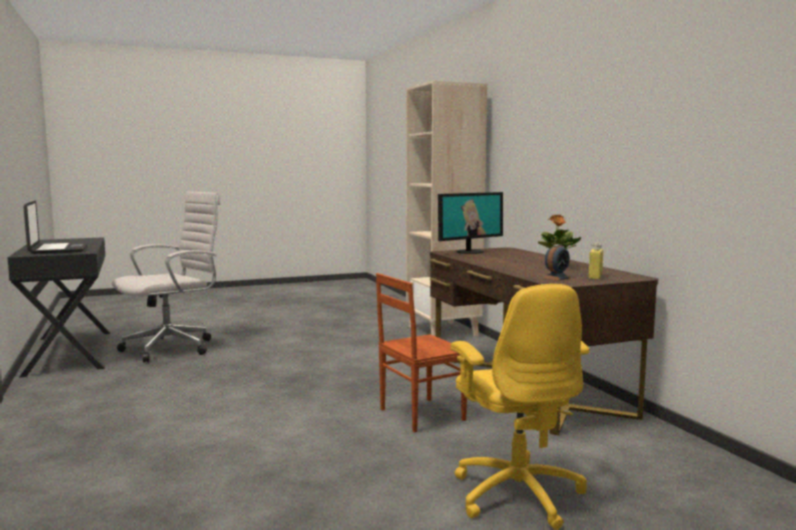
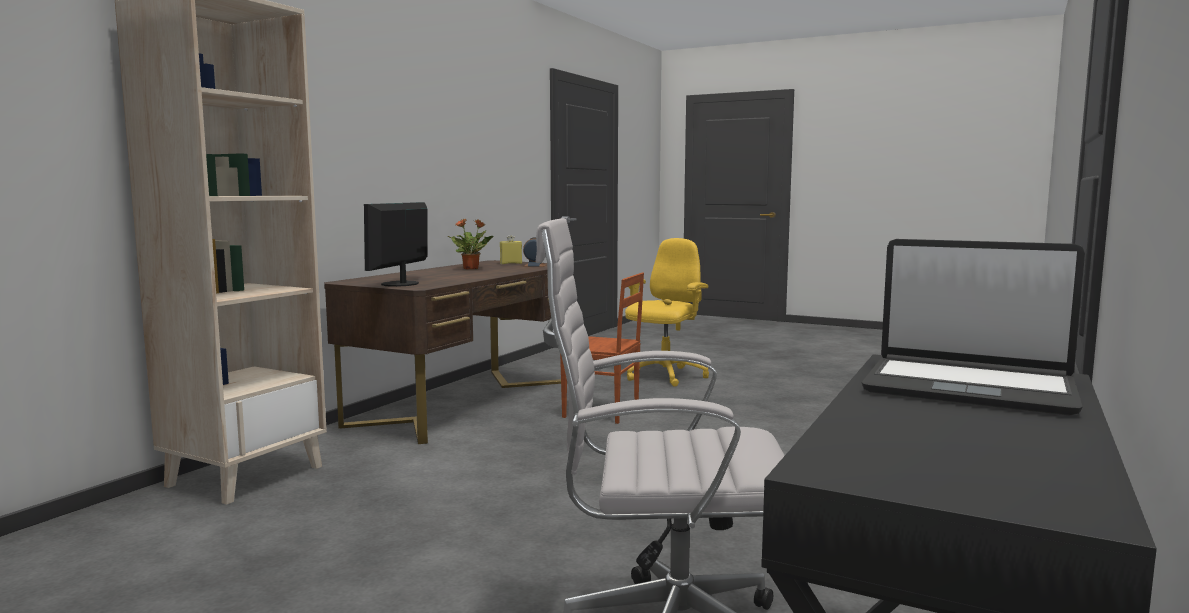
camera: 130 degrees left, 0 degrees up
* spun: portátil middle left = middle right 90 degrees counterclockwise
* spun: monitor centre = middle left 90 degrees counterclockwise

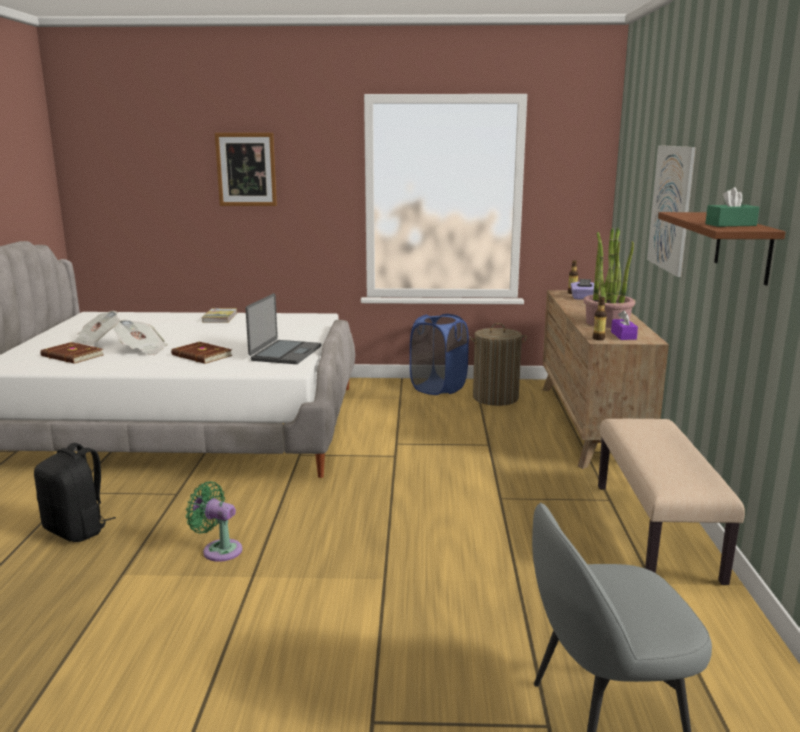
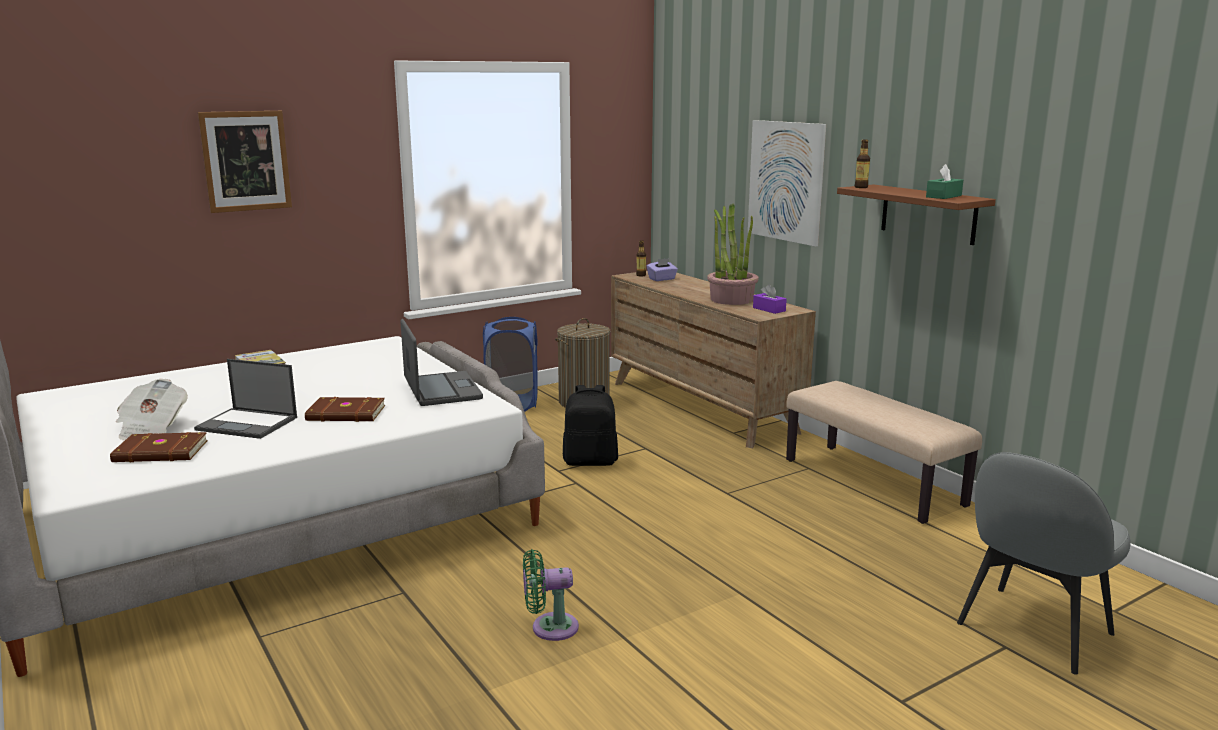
camera: 35 degrees left, 0 degrees up
* relocated: mochila (negro) bottom left to centre
* exchanged: periódico (no. 2 from left) middle left to portátil (no. 1 from left) middle left
* relocated: botella (no. 2 from left) middle right to top right

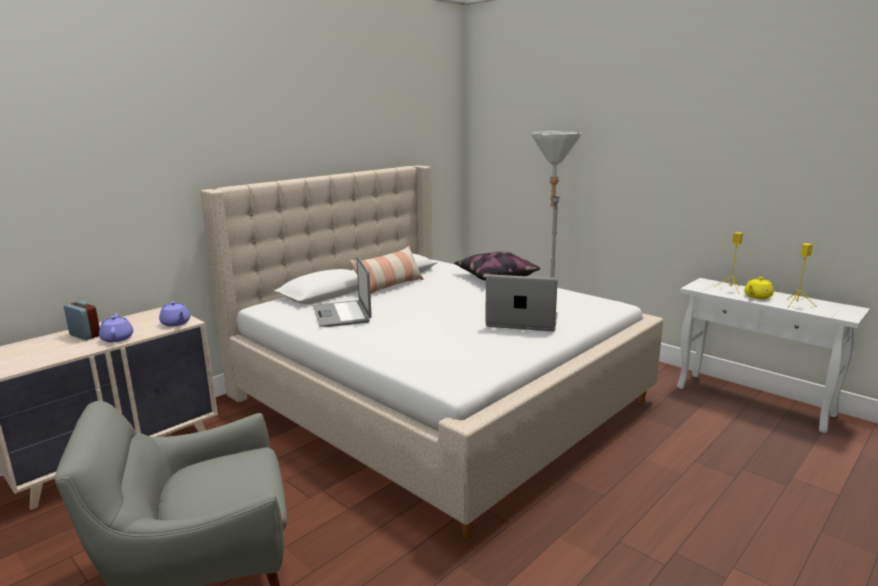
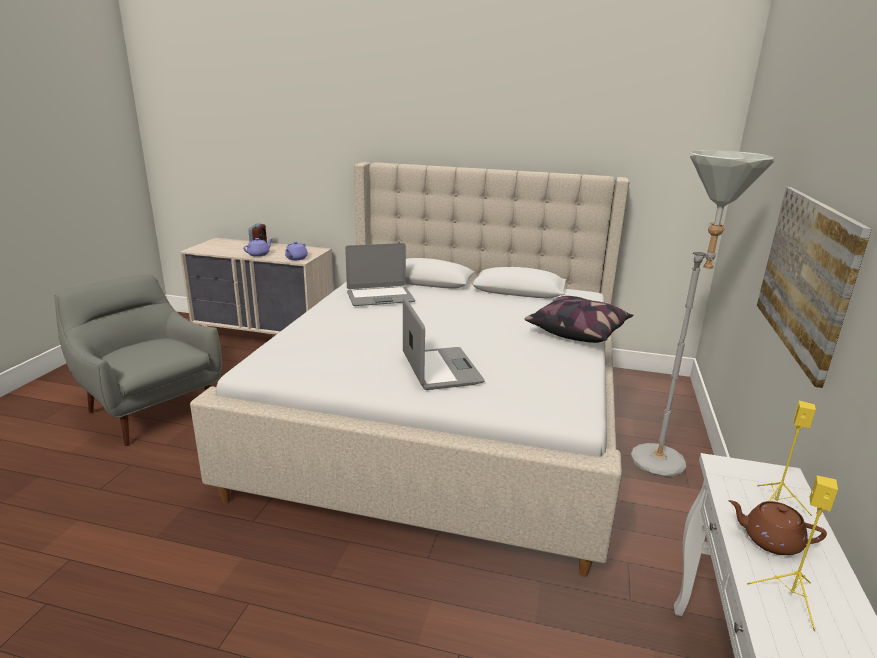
camera: 60 degrees right, 5 degrees up
* spun: portátil (no. 1 from left) centre = centre 150 degrees counterclockwise
* missing: cojín (no. 1 from left) centre
* colour: tetera (amarillo) middle right to tetera (marrón) bottom right
* appeared: cuadro middle right

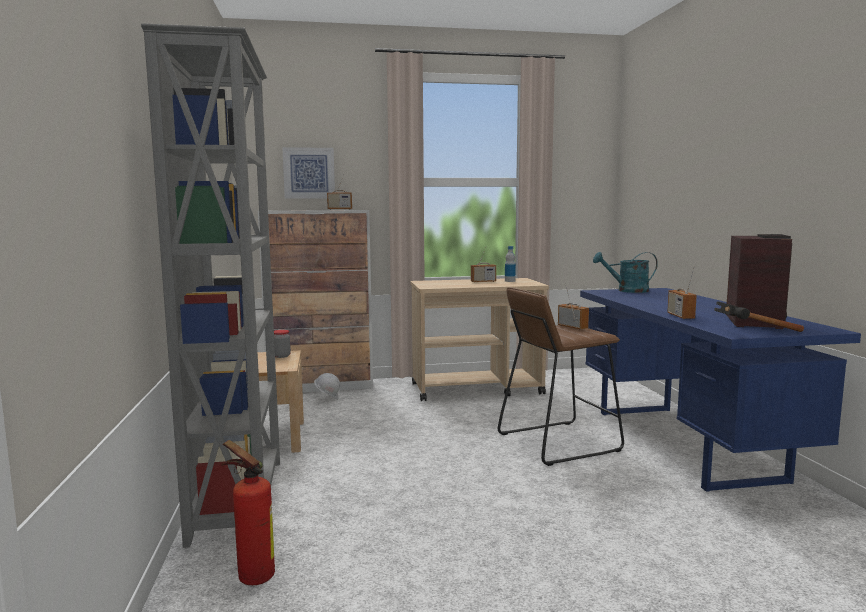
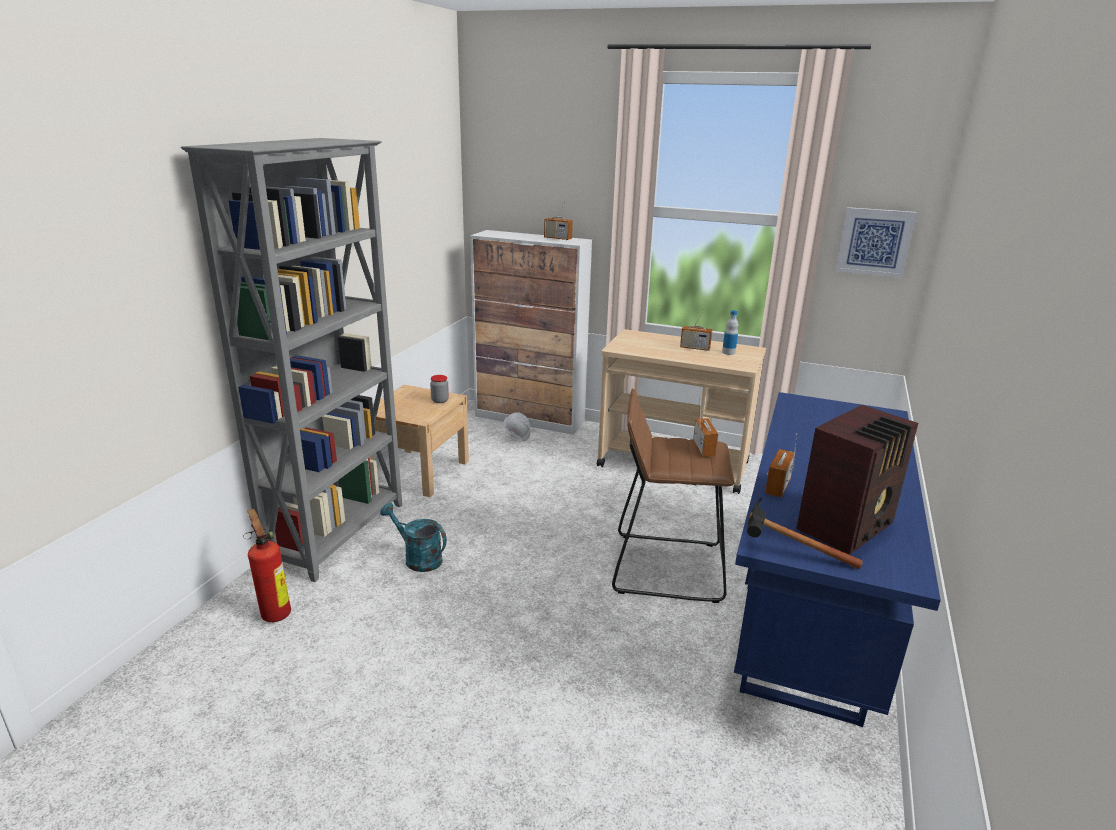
camera: 30 degrees right, 15 degrees up
* relocated: cuadro top centre to top right
* relocated: regadera (turquesa) middle right to centre

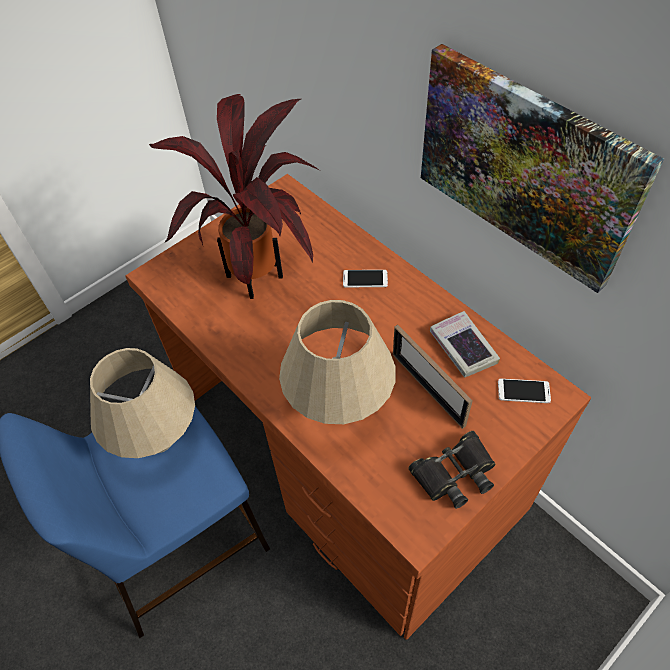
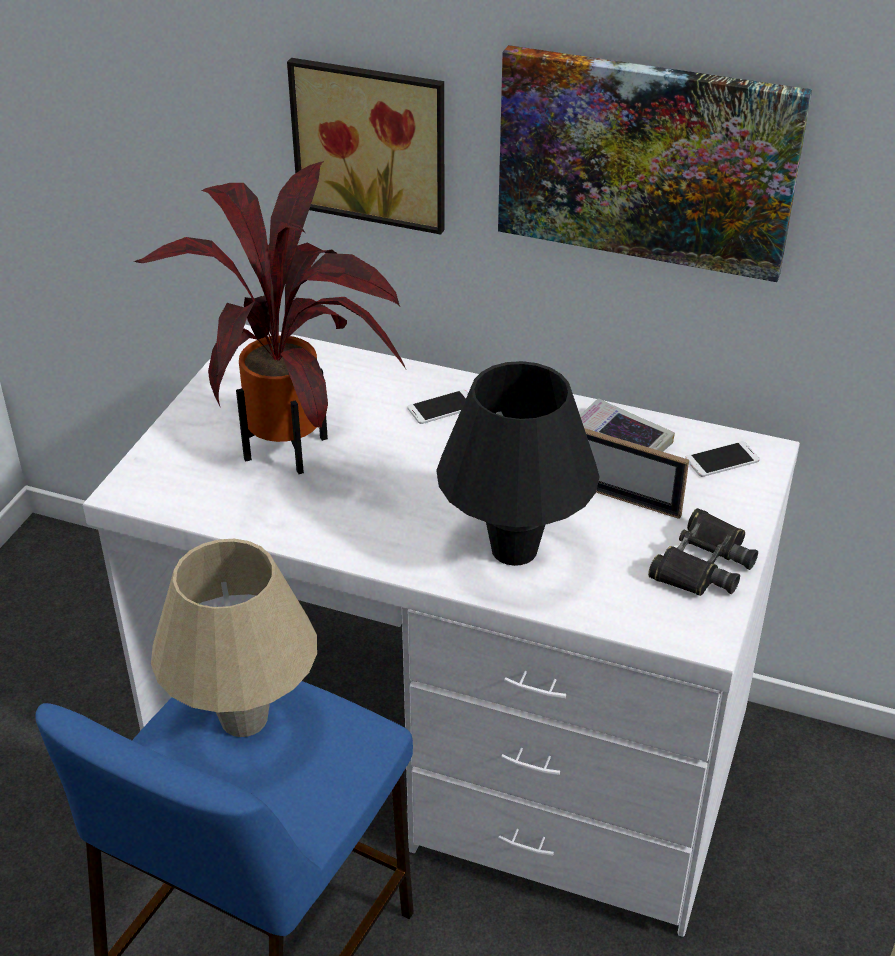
camera: 30 degrees left, 15 degrees down
* colour: escritorio (marrón) centre to escritorio (blanco) centre
* colour: lámpara de mesa (beis) (no. 2 from left) centre to lámpara de mesa (negro) centre
* appeared: cuadro (no. 1 from left) top centre

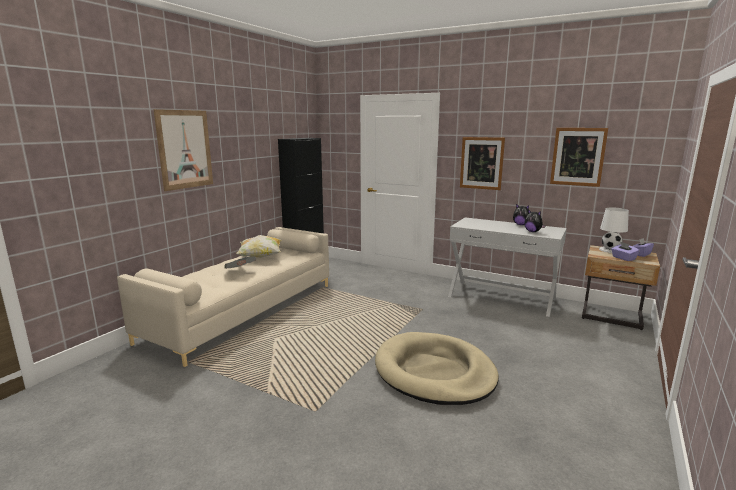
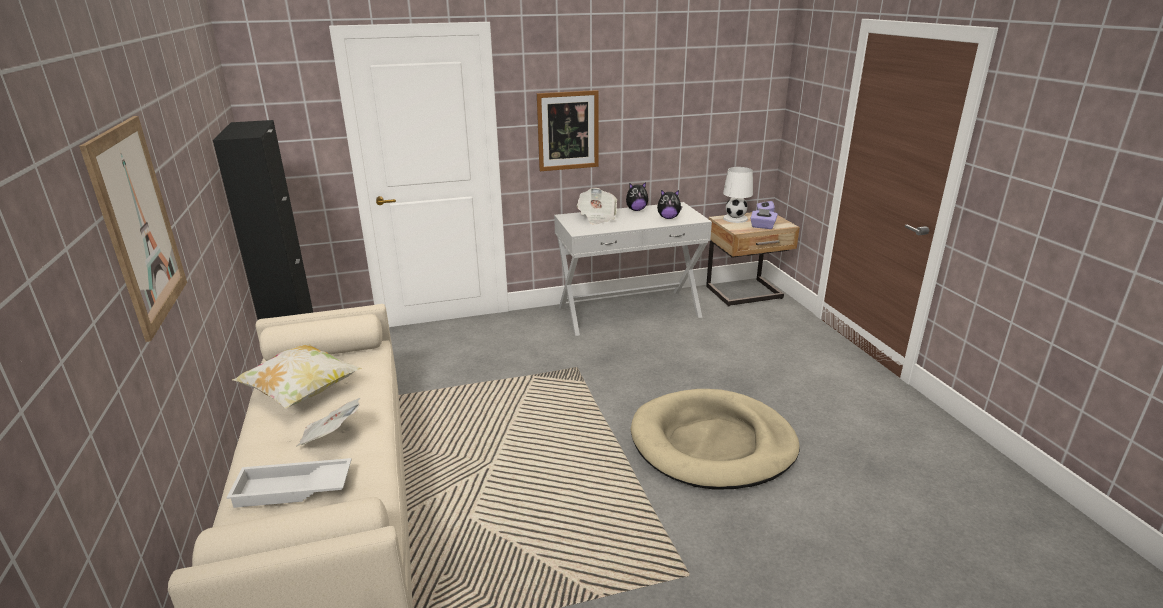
camera: 45 degrees left, 10 degrees up
* missing: cuadro (no. 3 from left) top right
* appeared: bandeja (blanco) bottom left
* appeared: periódico (no. 2 from left) centre

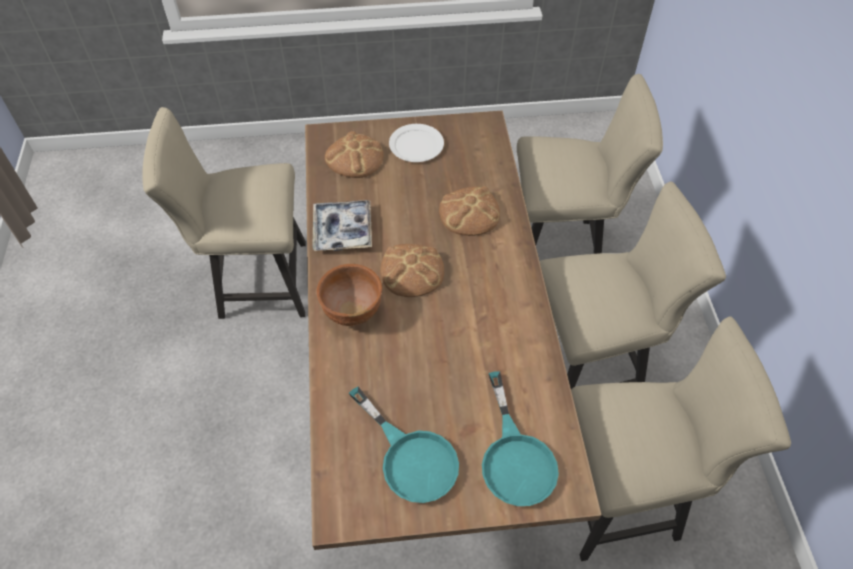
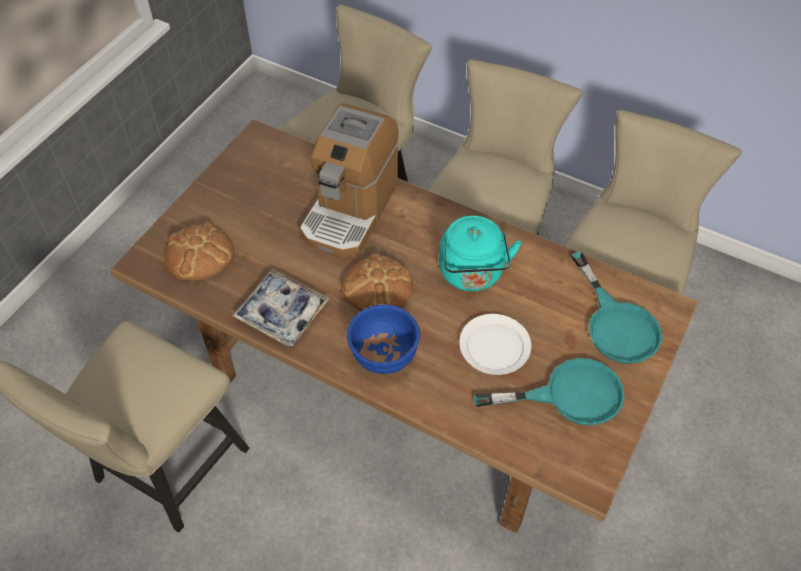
camera: 55 degrees left, 0 degrees up
* colour: cuenco (marrón) centre to cuenco (azul) centre
* relocated: plato (blanco) top centre to centre
* exchanged: pan (no. 3 from left) centre to cafetera top centre
* spun: sartén (turquesa) (no. 2 from left) bottom centre = middle right 45 degrees clockwise
* appeared: hervidor (turquesa) centre

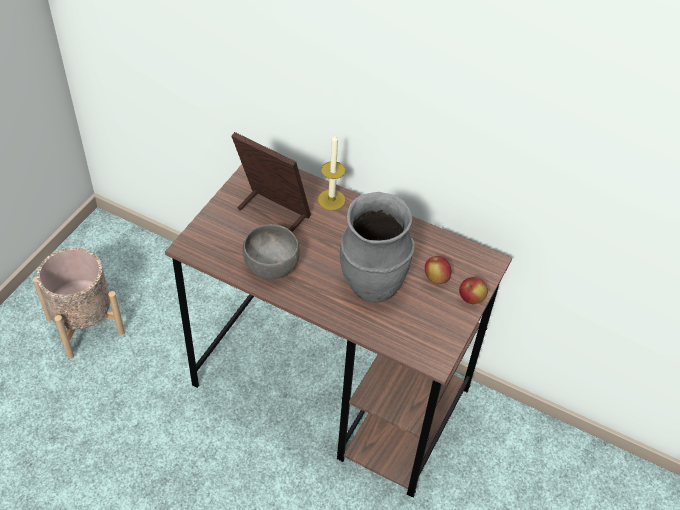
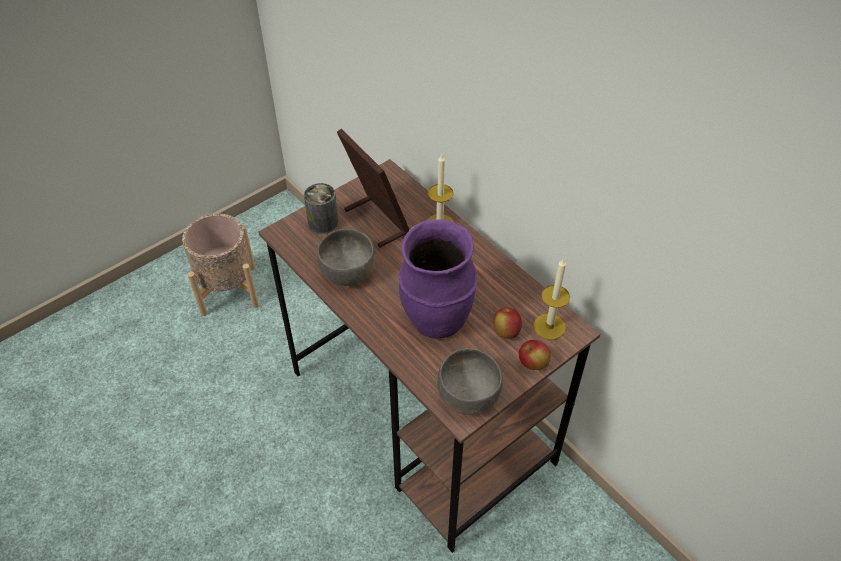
camera: 25 degrees right, 0 degrees up
* colour: florero (gris) centre to florero (morado) centre
* appeared: lata centre
* appeared: cuenco (gris) (no. 2 from left) bottom centre
* appeared: vela (no. 2 from left) centre

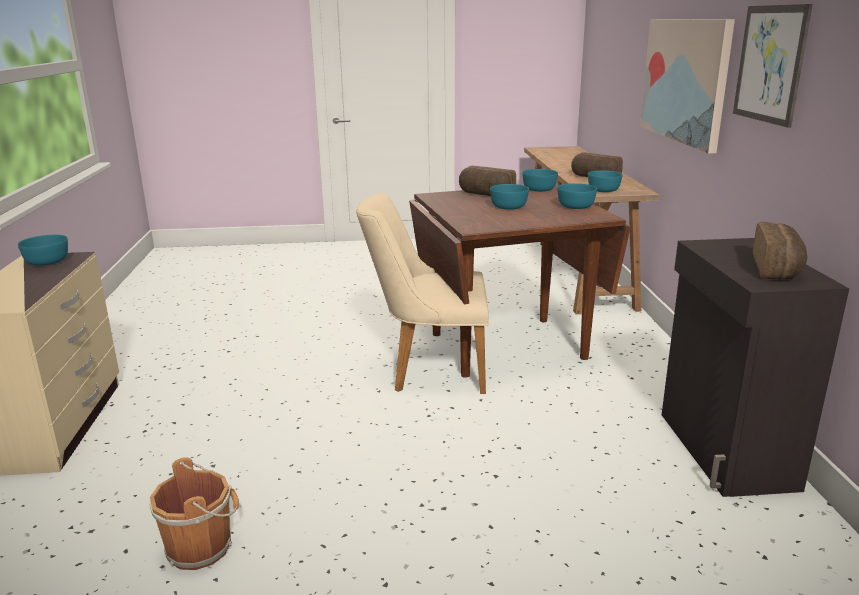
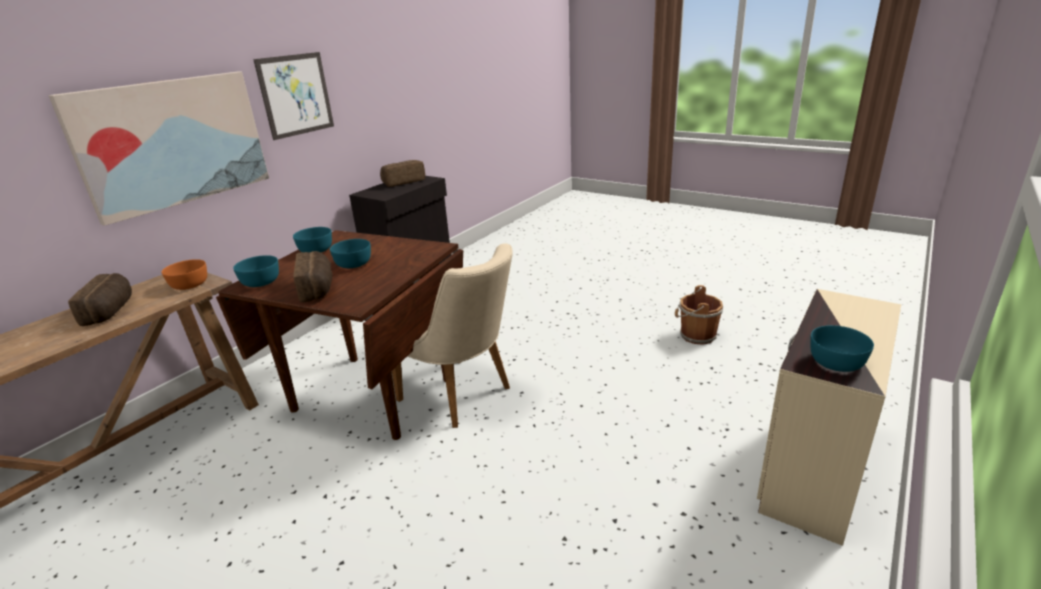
camera: 140 degrees left, 5 degrees up
* colour: cuenco (turquesa) (no. 5 from left) top right to cuenco (naranja) middle left

